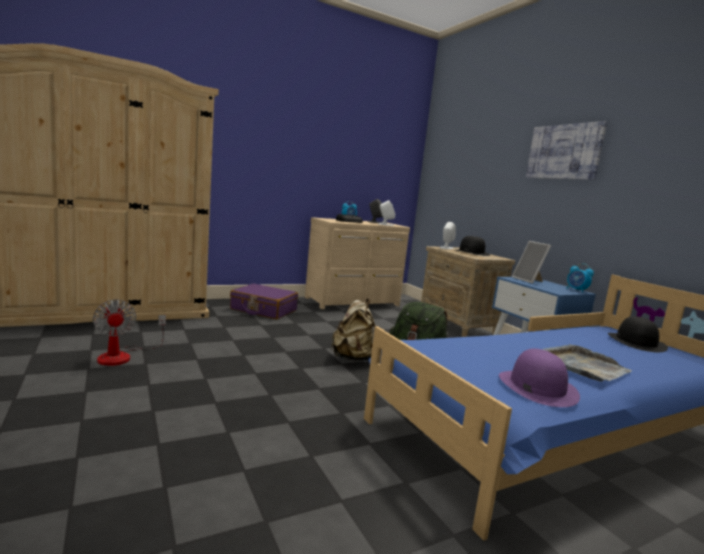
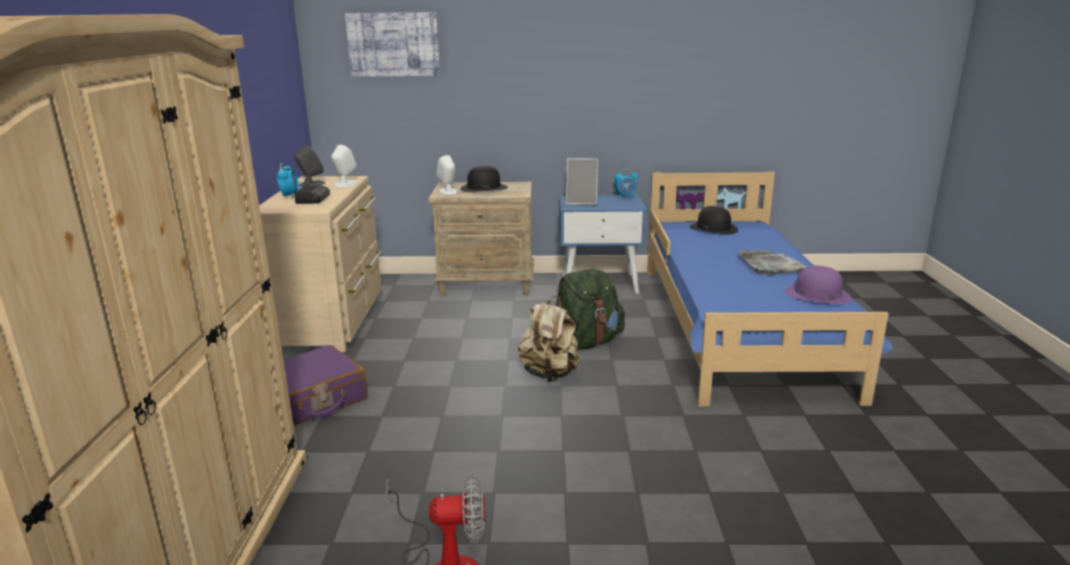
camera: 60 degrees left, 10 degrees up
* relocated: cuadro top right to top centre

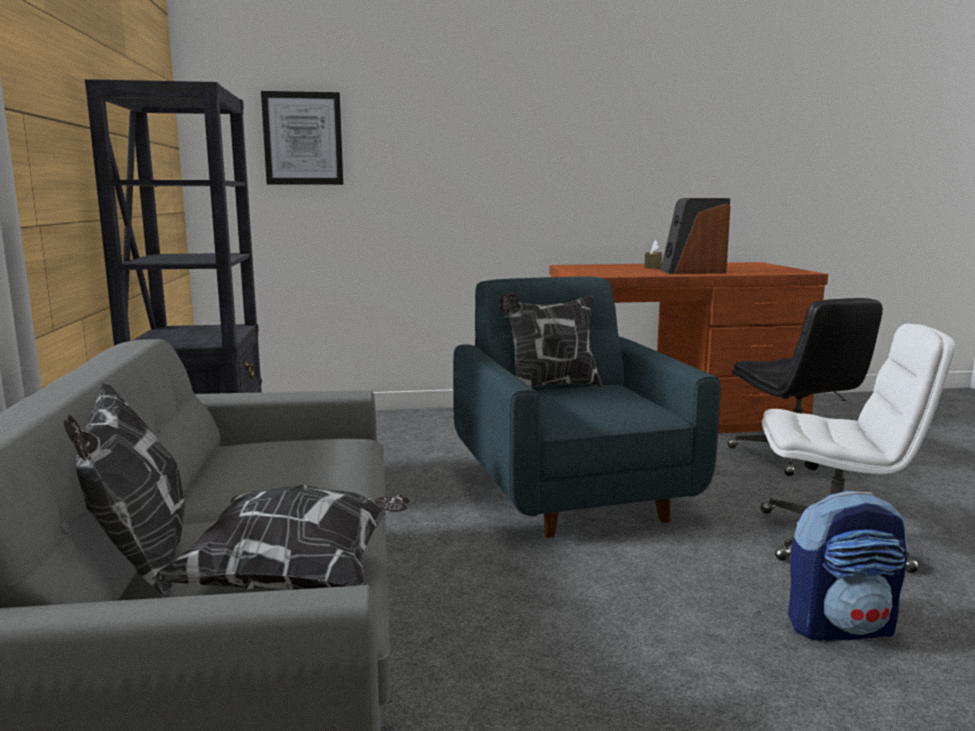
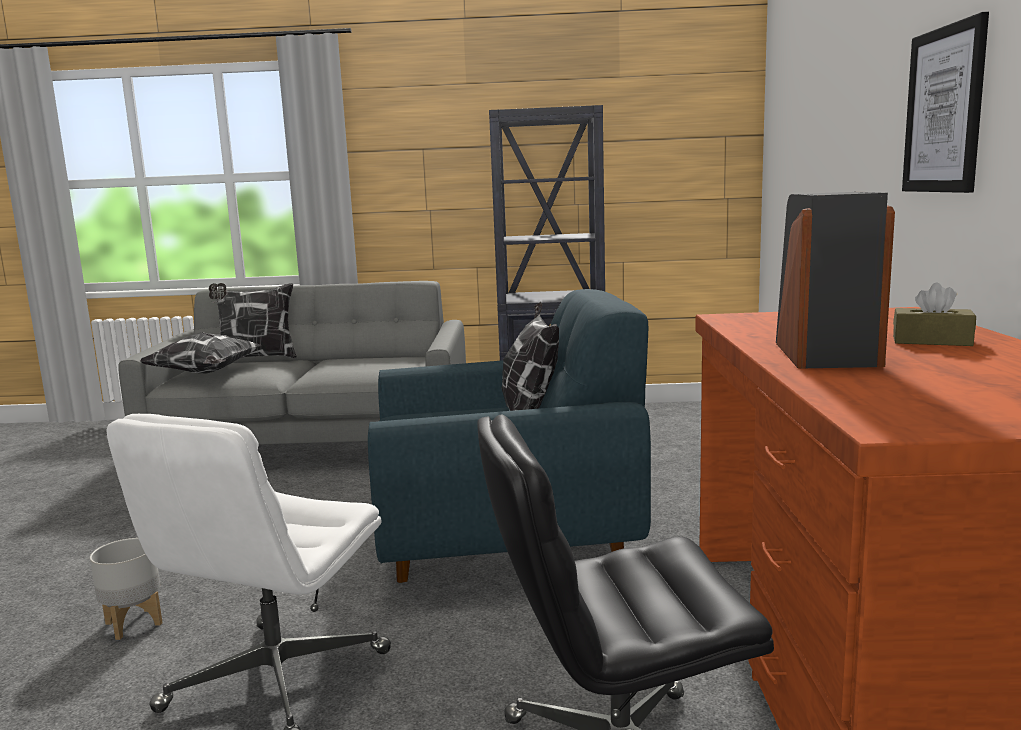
camera: 100 degrees right, 0 degrees up
* relocated: cuadro top left to top right
* exchanged: mochila bottom right to maceta (gris) bottom left

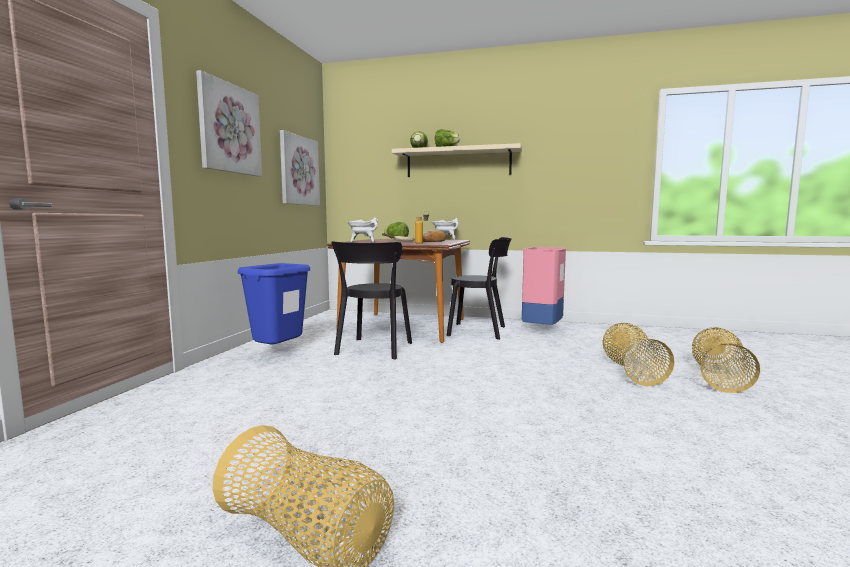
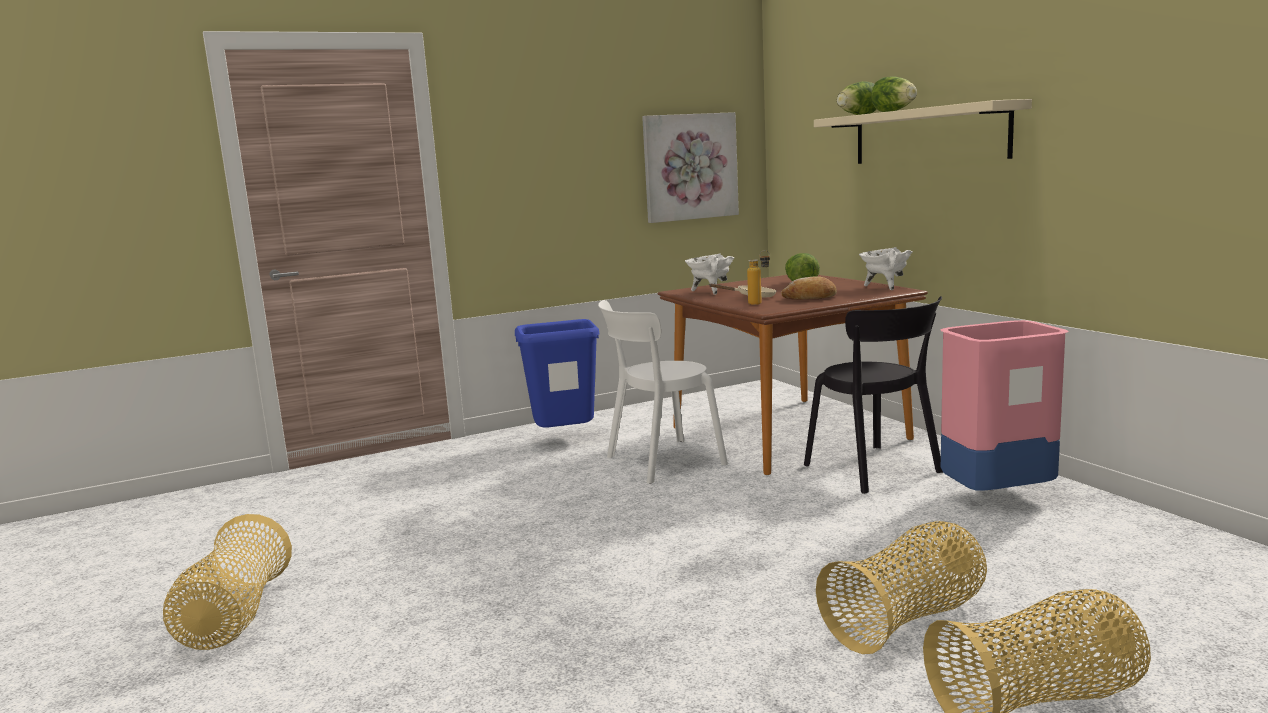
camera: 50 degrees right, 5 degrees up
* missing: cuadro (no. 1 from left) top left
* colour: silla (negro) (no. 1 from left) centre to silla (blanco) centre

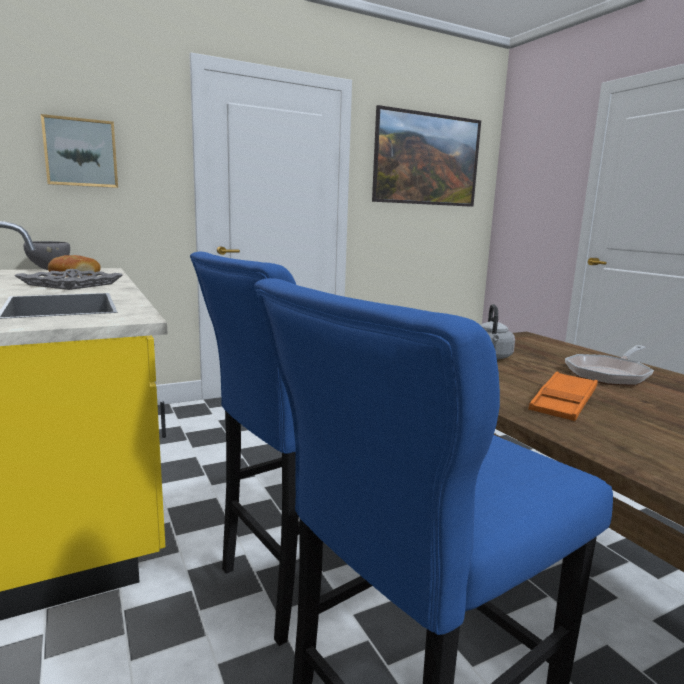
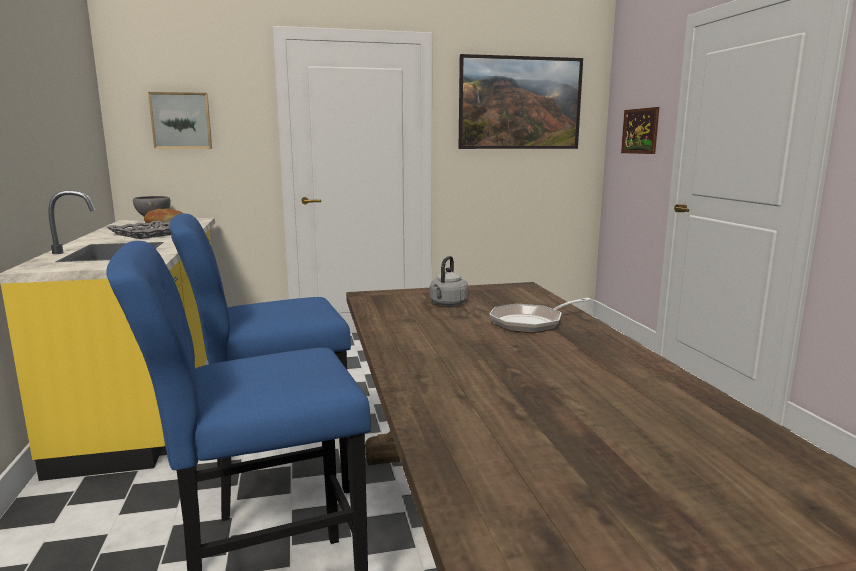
camera: 15 degrees right, 0 degrees up
* missing: bandeja (naranja) middle right
* appeared: cuadro (no. 3 from left) top right

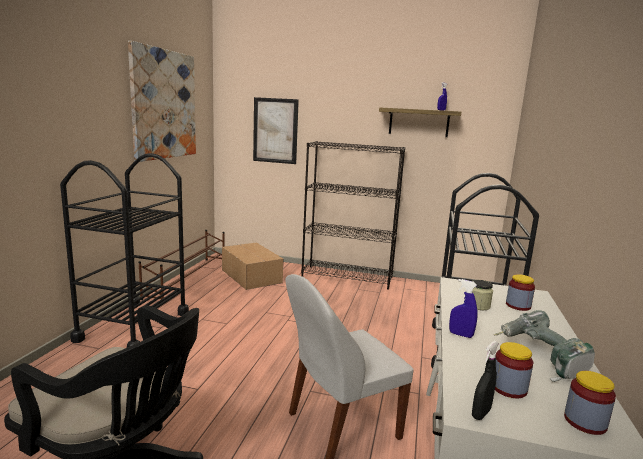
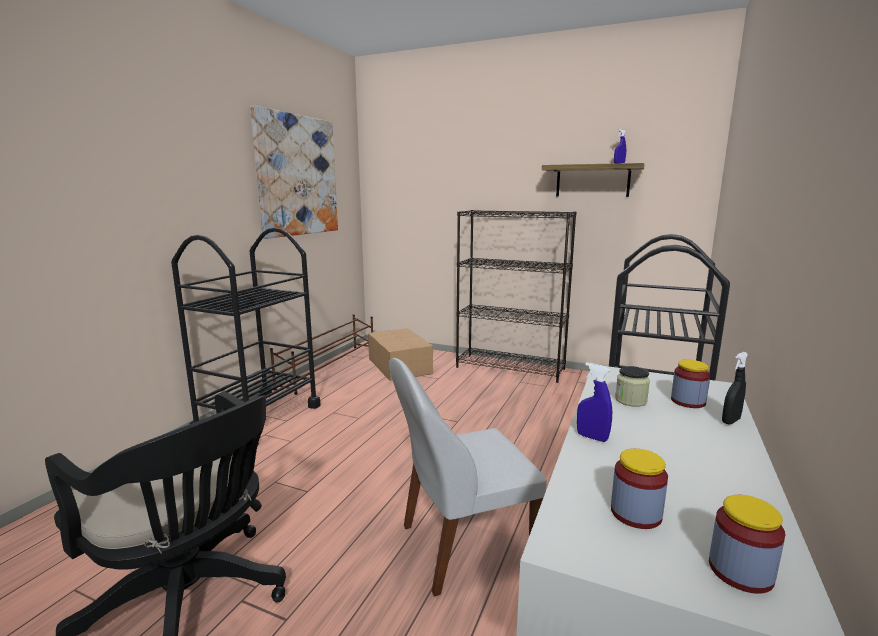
camera: 10 degrees right, 0 degrees up
* missing: cuadro (no. 2 from left) top centre
* relocated: pulverizador (negro) bottom right to middle right
* missing: taladro bottom right

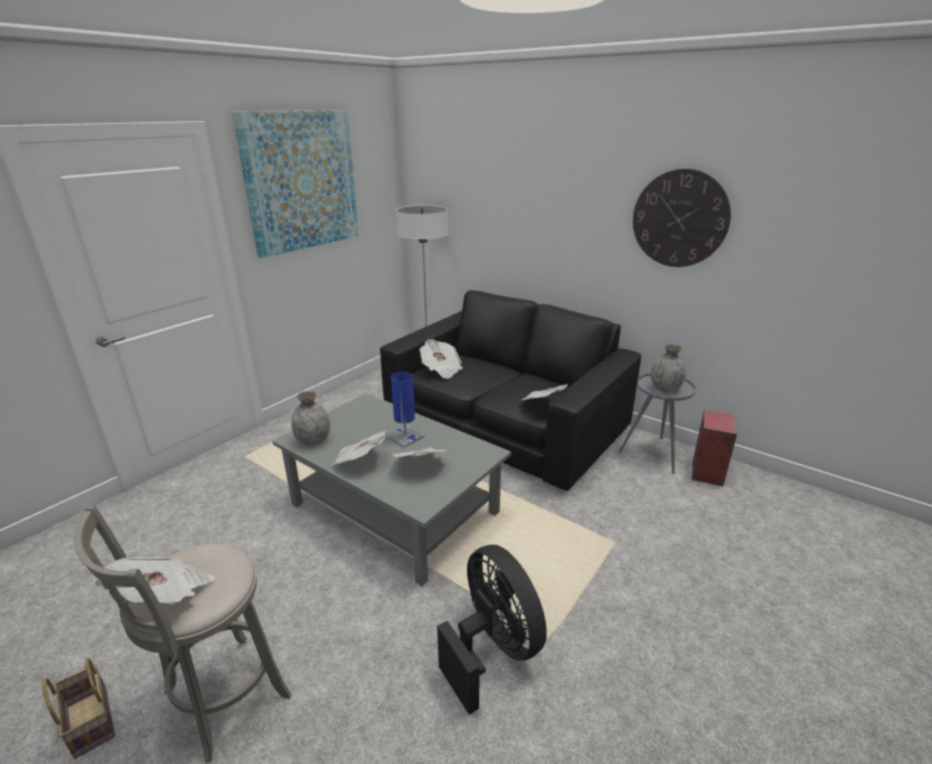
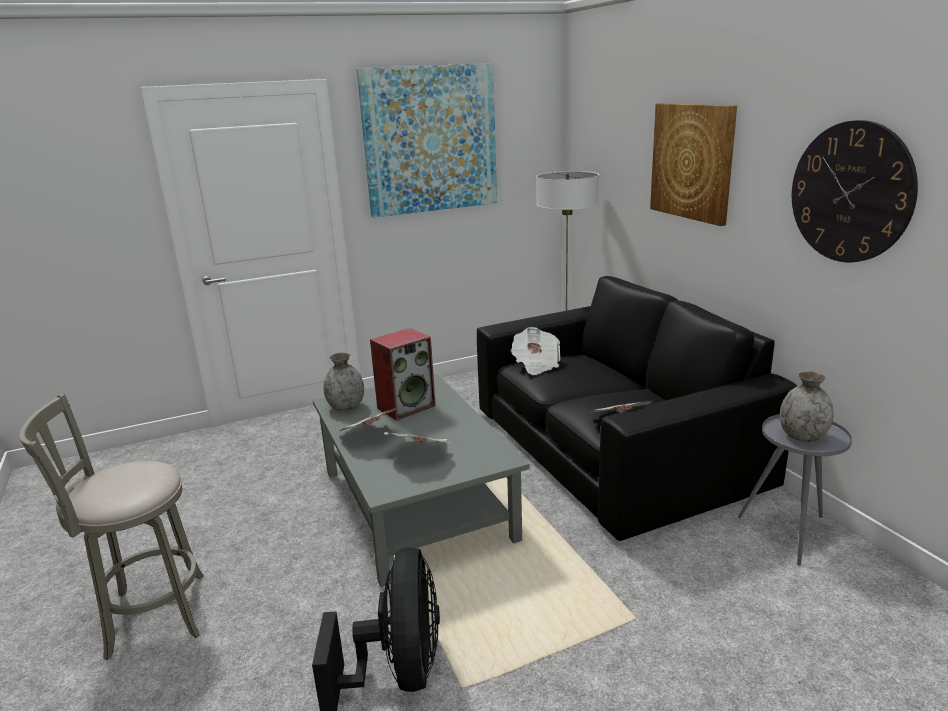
camera: 30 degrees right, 5 degrees down
* missing: cesta bottom left
* missing: periódico (no. 1 from left) bottom left
* missing: lámpara de mesa (azul) centre
* relocated: altavoz middle right to centre
* appeared: cuadro (no. 2 from left) top right

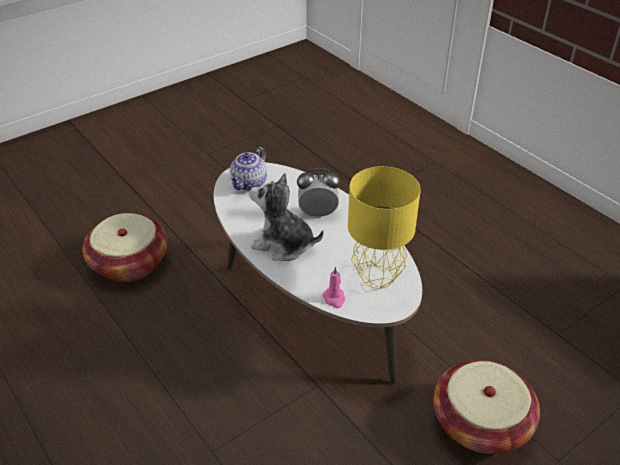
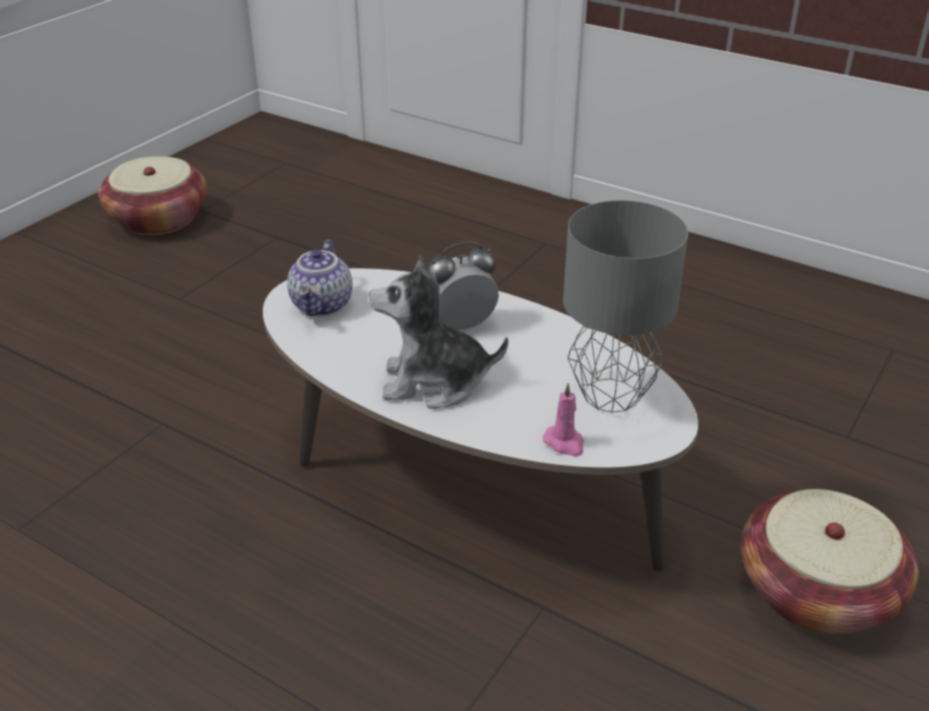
camera: 20 degrees left, 5 degrees down
* relocated: cesta (no. 1 from left) middle left to top left
* colour: lámpara de mesa (amarillo) centre to lámpara de mesa (gris) middle right

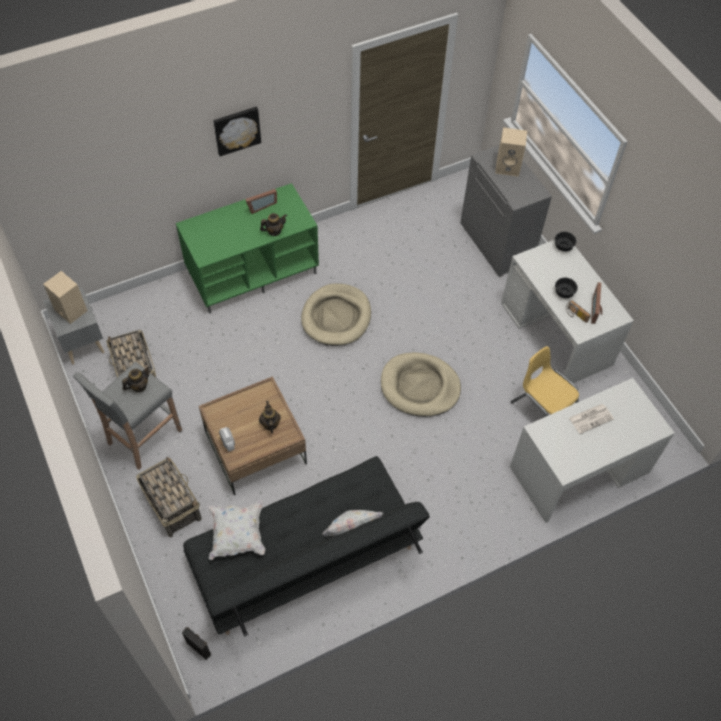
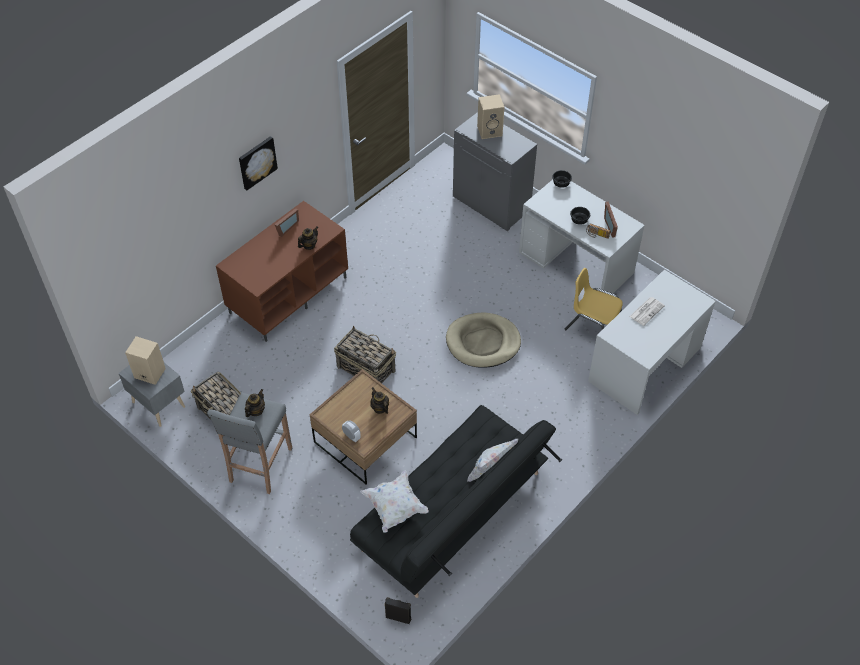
camera: 20 degrees left, 5 degrees down
* relocated: cesta (no. 2 from left) bottom left to centre
* colour: mueble de televisión (verde) centre to mueble de televisión (marrón) middle left
* missing: cama para perro (beis) (no. 1 from left) centre

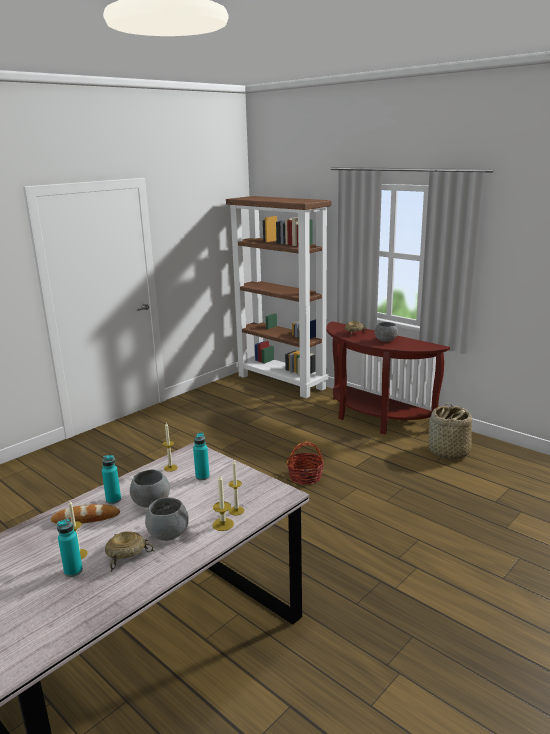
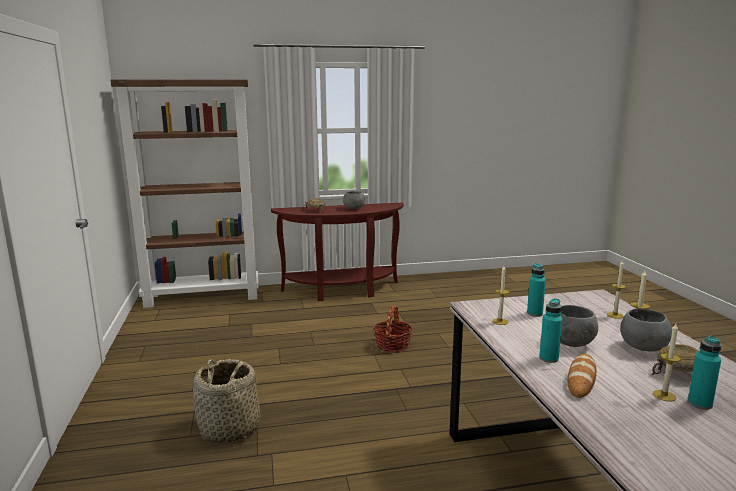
camera: 55 degrees left, 5 degrees down
* relocated: cesta (no. 2 from left in the first image) middle right to cesta (no. 1 from left) bottom left

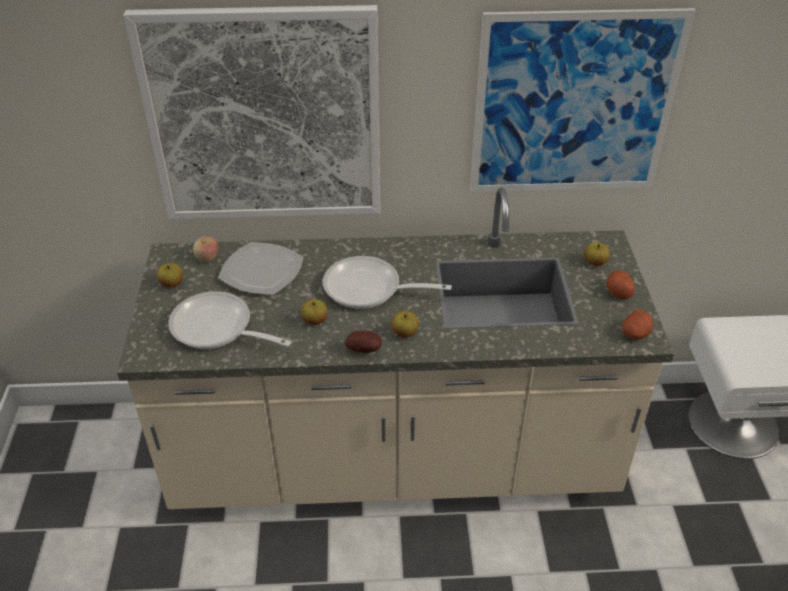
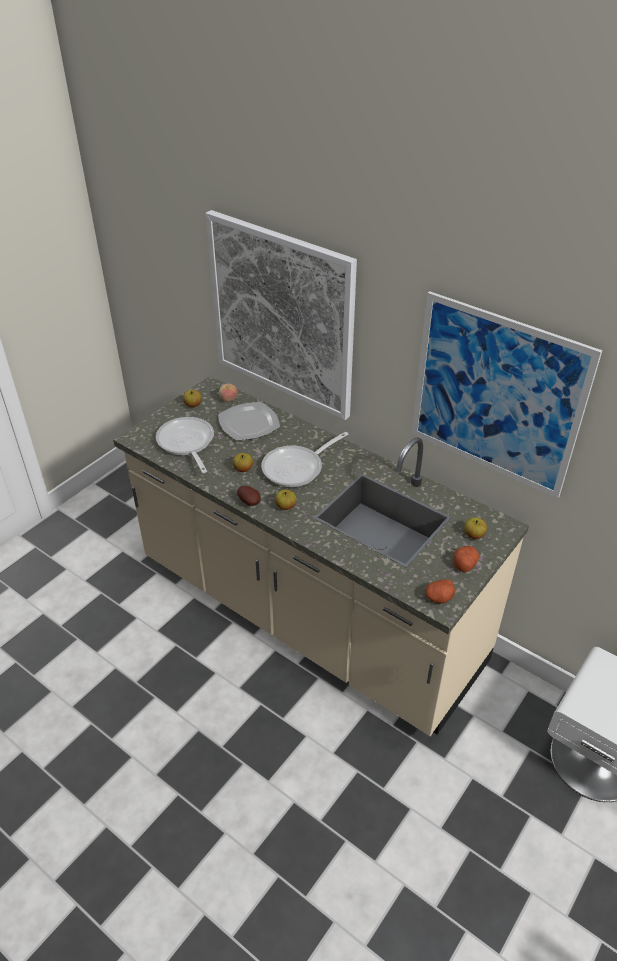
camera: 40 degrees right, 0 degrees up
* spun: sartén (no. 2 from left) centre = centre 90 degrees counterclockwise

